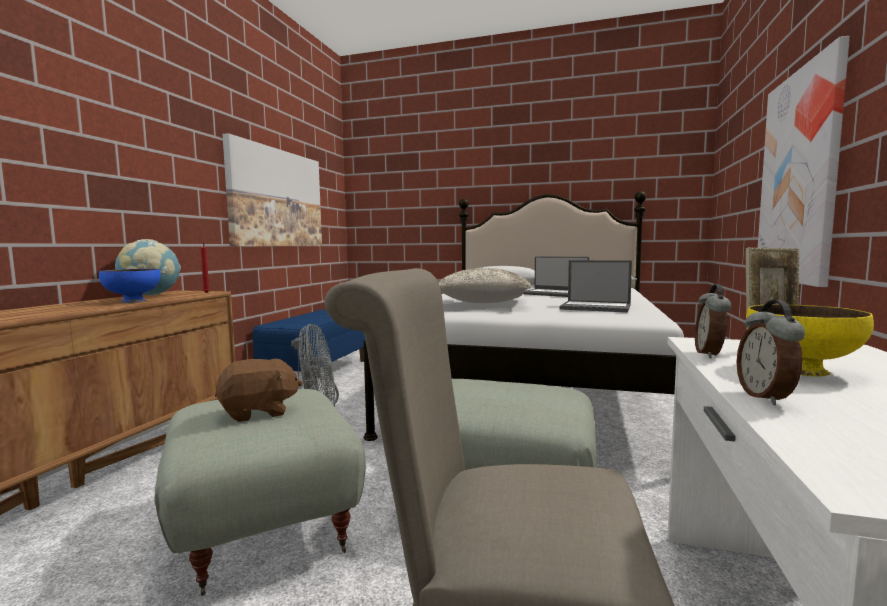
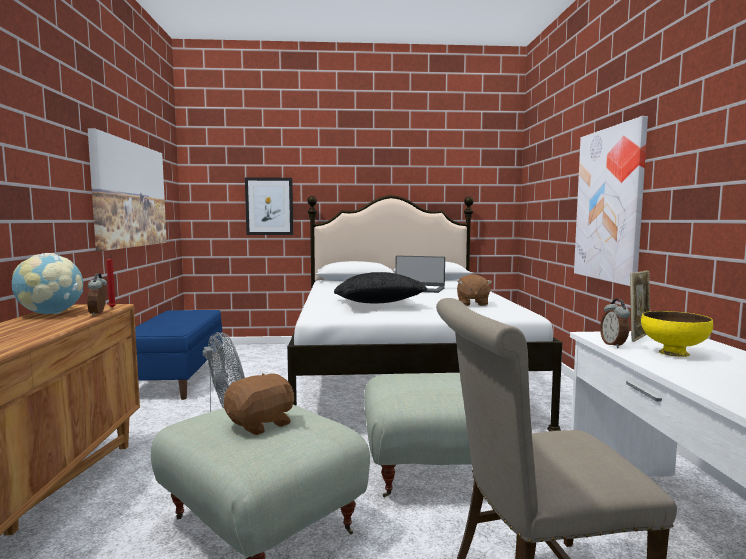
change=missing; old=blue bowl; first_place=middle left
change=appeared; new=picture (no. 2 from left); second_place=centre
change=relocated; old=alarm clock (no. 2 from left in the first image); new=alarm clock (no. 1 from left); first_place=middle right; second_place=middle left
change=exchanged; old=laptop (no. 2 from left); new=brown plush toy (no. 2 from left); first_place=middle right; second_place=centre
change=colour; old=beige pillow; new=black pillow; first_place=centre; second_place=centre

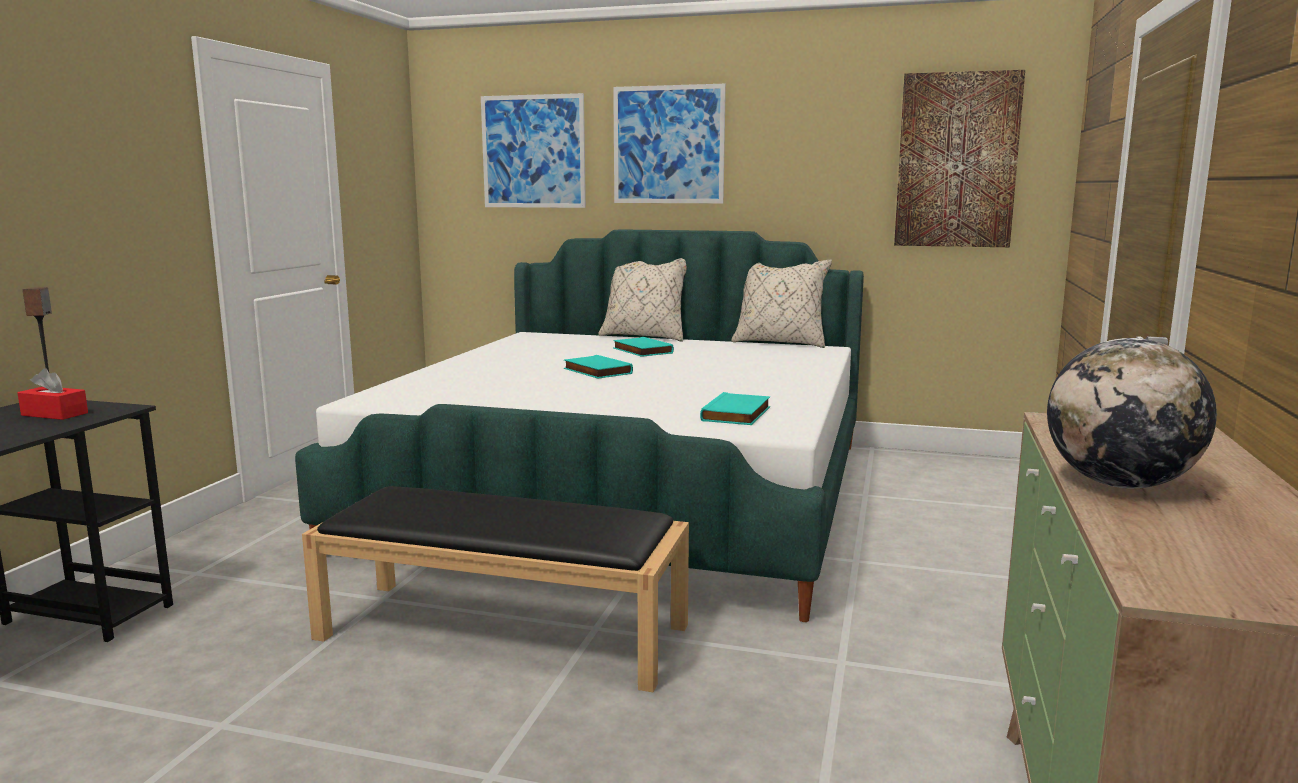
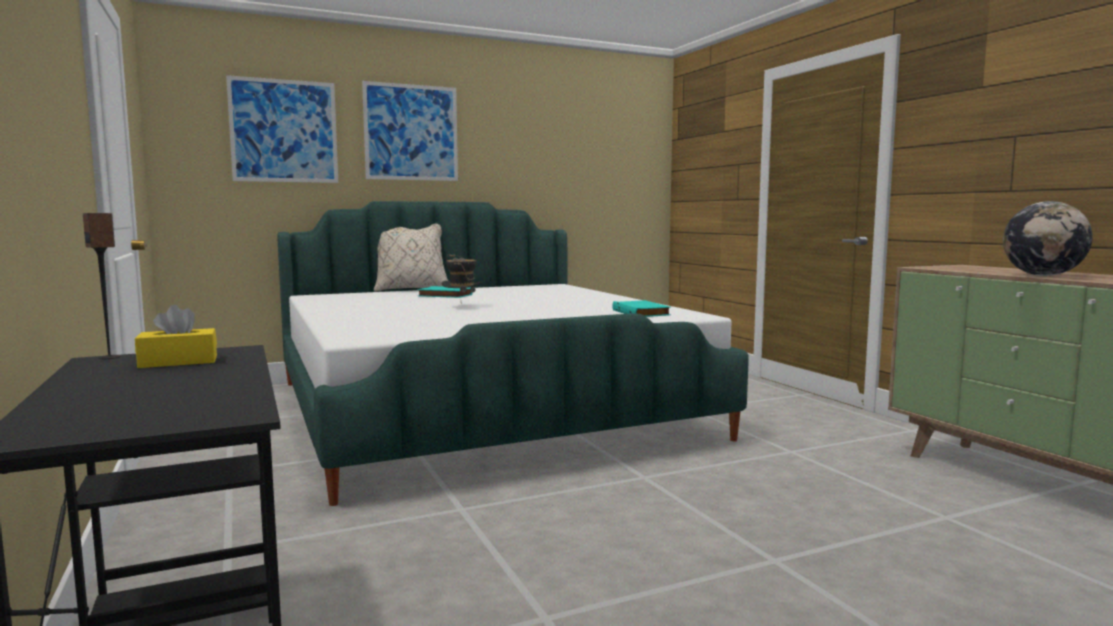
change=missing; old=black bench; first_place=bottom centre
change=missing; old=beige pillow (no. 2 from left); first_place=centre
change=missing; old=picture (no. 3 from left); first_place=top right
change=exchanged; old=turquoise book (no. 1 from left); new=hat; first_place=centre; second_place=centre
change=colour; old=red tissue box; new=yellow tissue box; first_place=middle left; second_place=middle left

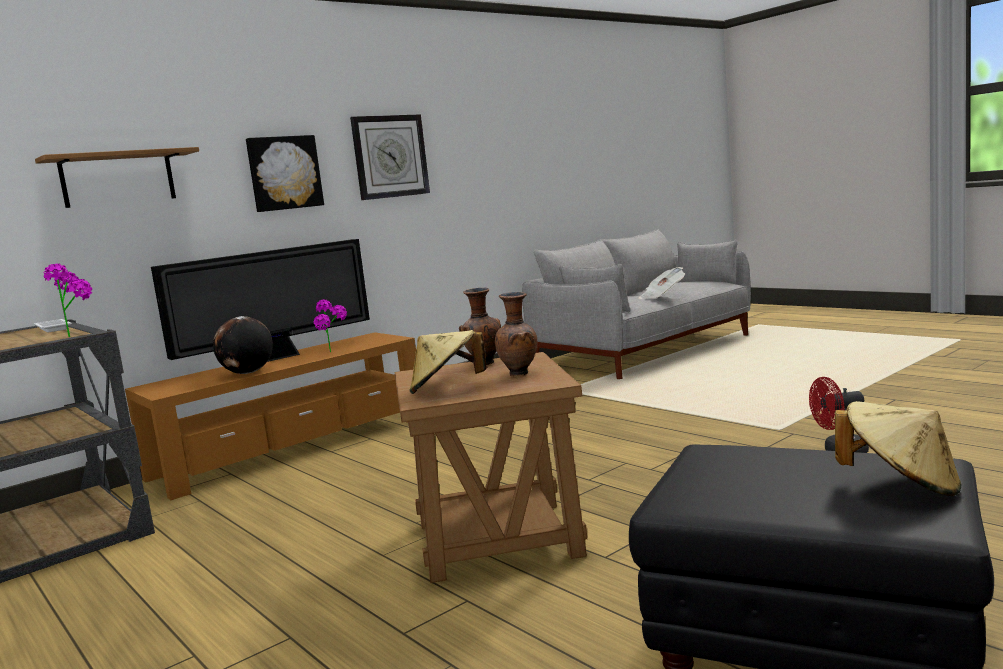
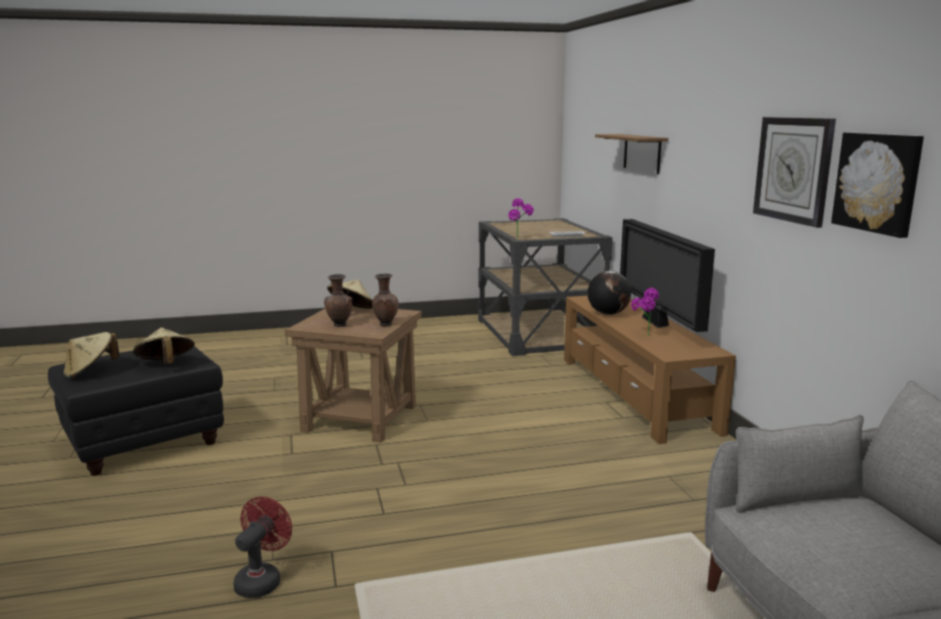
change=missing; old=newspaper; first_place=centre
change=appeared; new=beige hat (no. 2 from left); second_place=middle left
change=relocated; old=picture; first_place=top left; second_place=top right

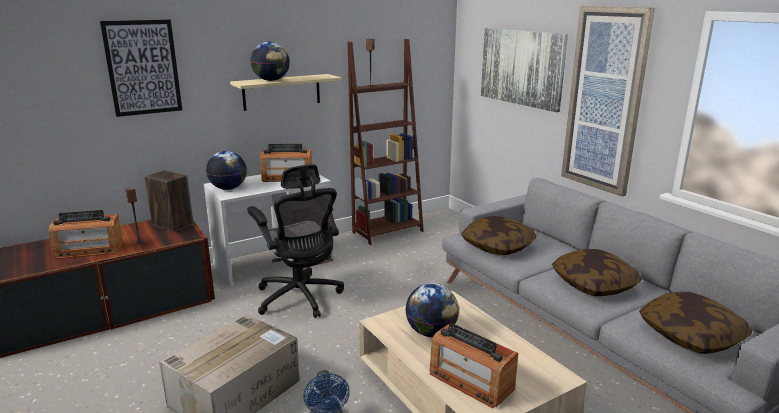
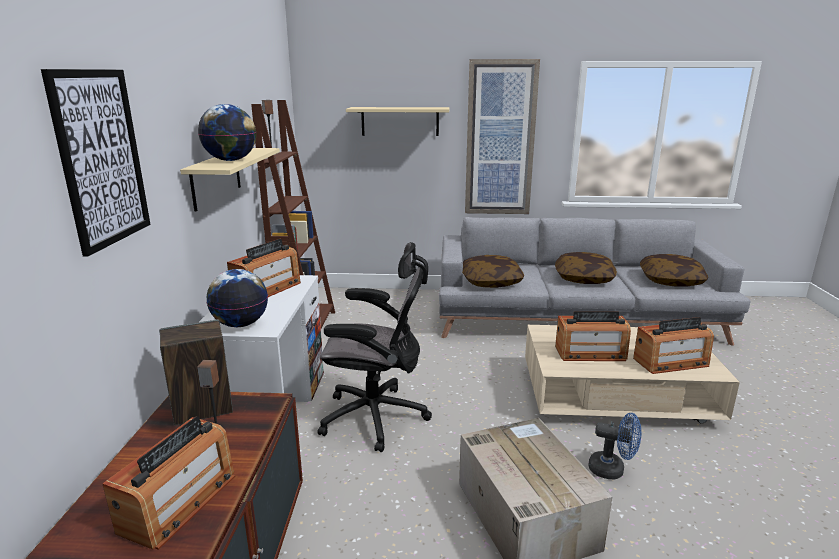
change=exchanged; old=globe (no. 3 from left); new=radio (no. 3 from left); first_place=bottom centre; second_place=middle right
change=exchanged; old=picture (no. 2 from left); new=beige shelf (no. 2 from left); first_place=top right; second_place=top centre

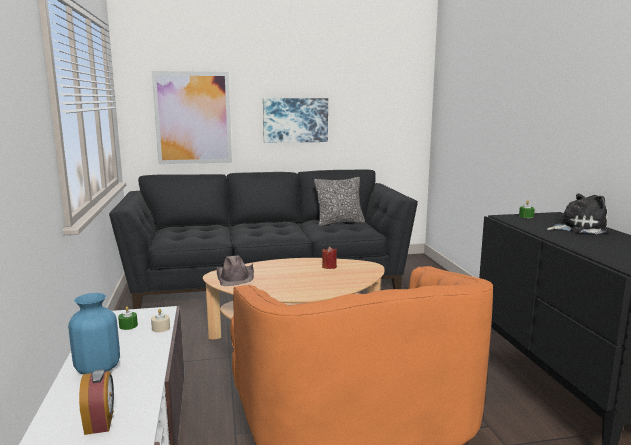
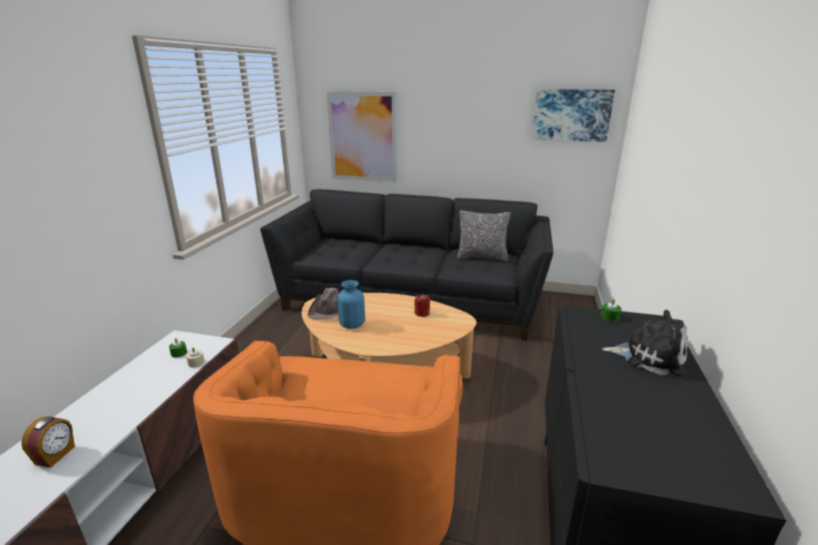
change=relocated; old=blue vase; first_place=bottom left; second_place=centre
change=relocated; old=picture (no. 2 from left); first_place=top centre; second_place=top right

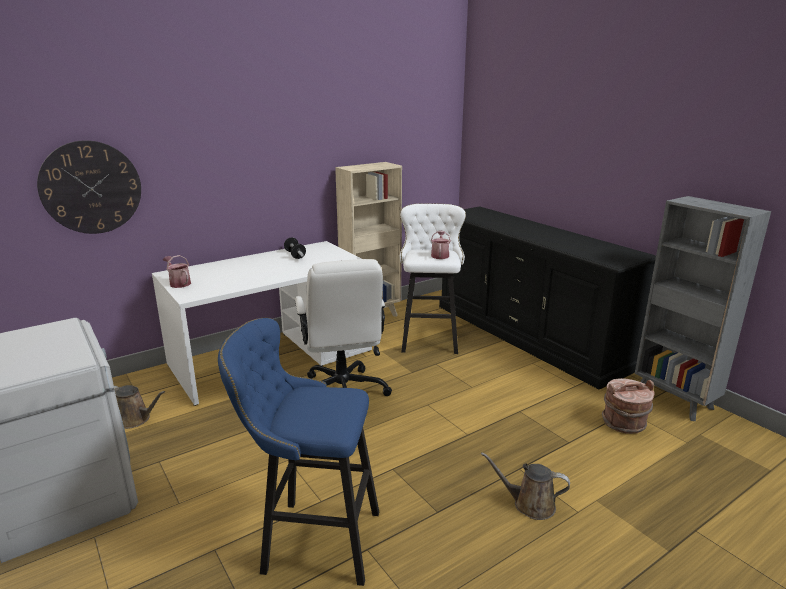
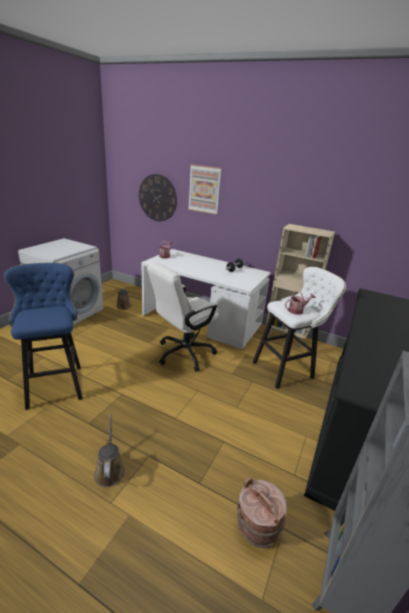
change=appeared; new=picture; second_place=top centre

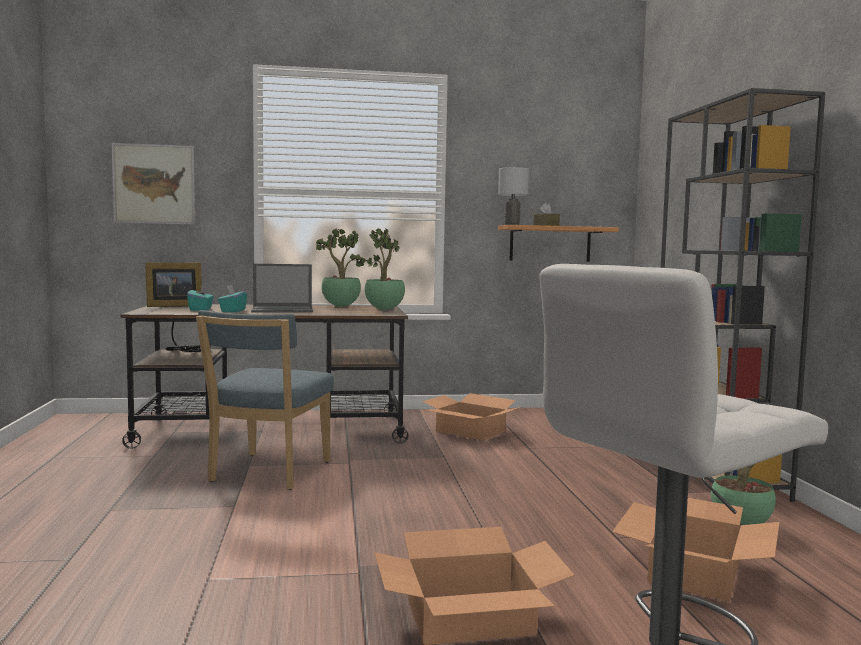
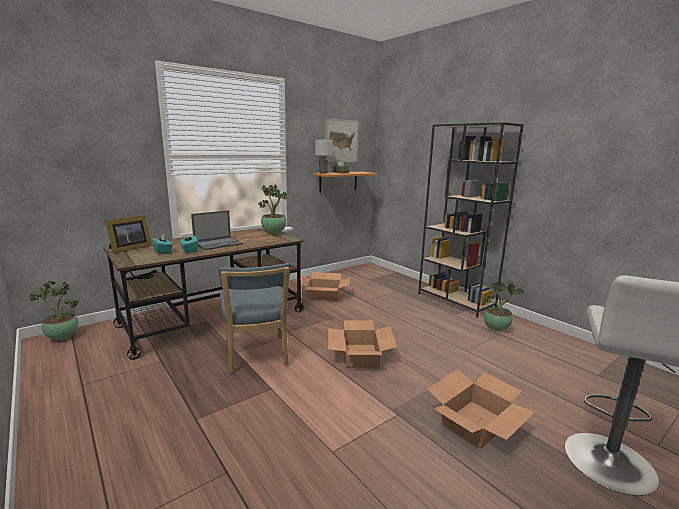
change=relocated; old=picture; first_place=top left; second_place=top centre
change=relocated; old=potted plant (no. 1 from left); first_place=centre; second_place=middle left
change=relocated; old=cardboard box (no. 3 from left in the first image); new=cardboard box (no. 2 from left); first_place=bottom right; second_place=bottom centre

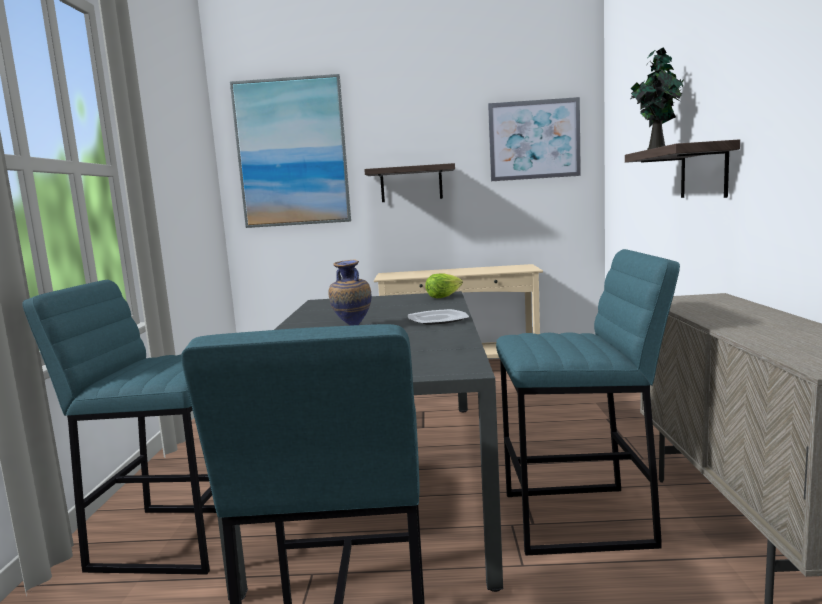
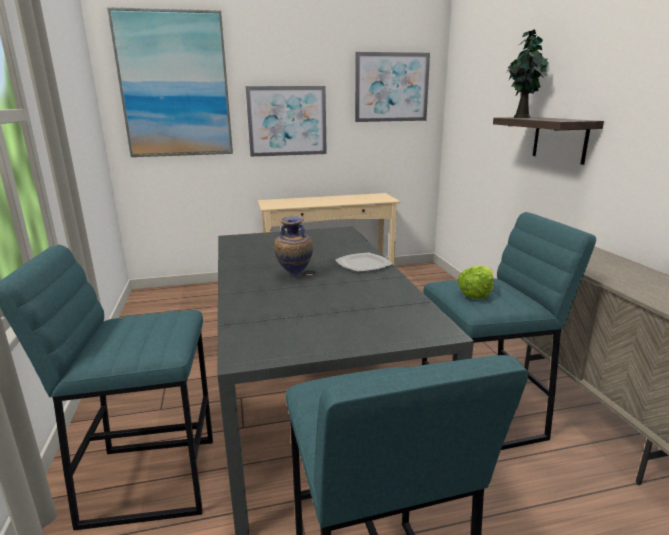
change=relocated; old=lettuce; first_place=centre; second_place=middle right
change=exchanged; old=shelf (no. 1 from left); new=picture (no. 2 from left); first_place=top centre; second_place=top centre

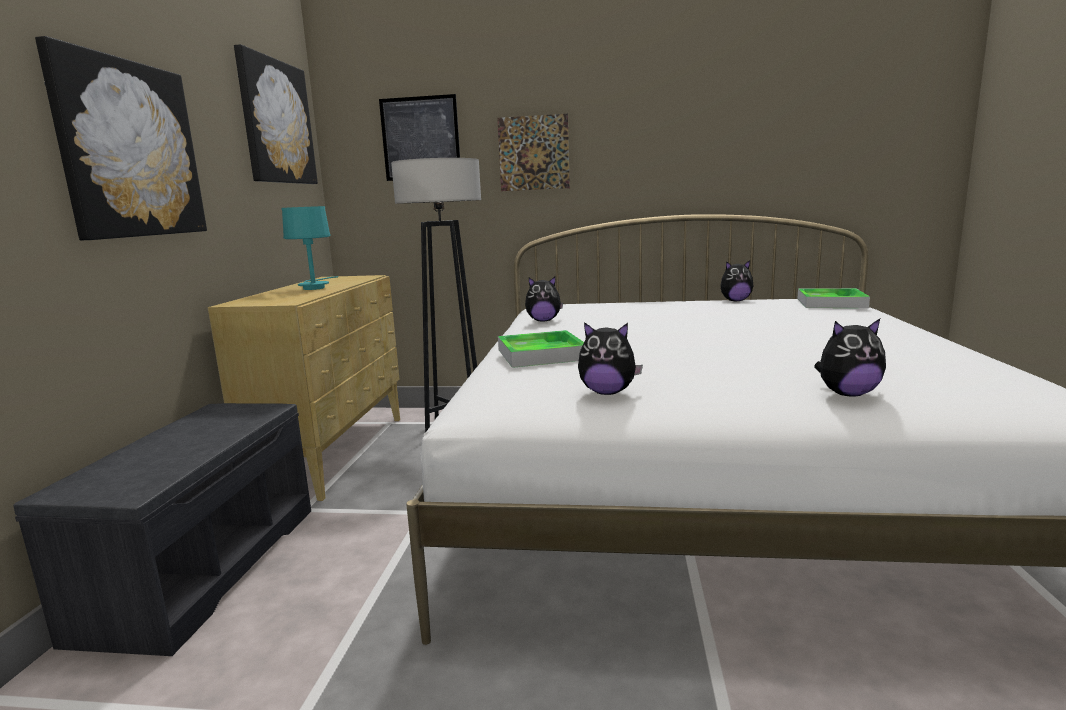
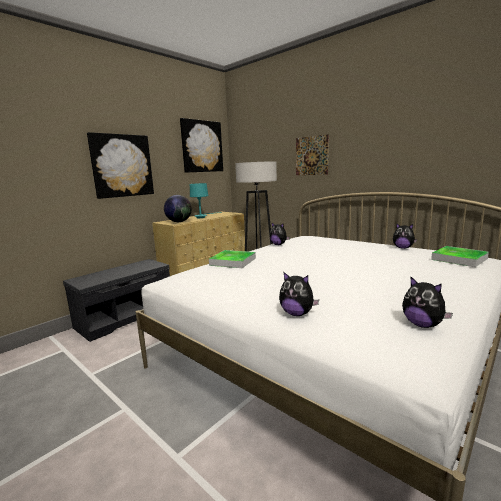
change=missing; old=picture (no. 3 from left); first_place=top centre
change=appeared; new=globe; second_place=centre
change=relocated; old=plush toy (no. 2 from left in the first image); new=plush toy (no. 4 from left); first_place=centre; second_place=middle right

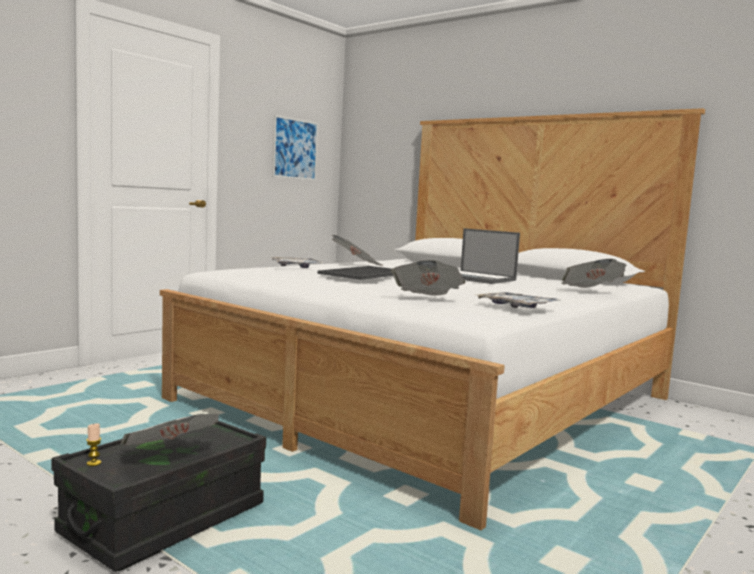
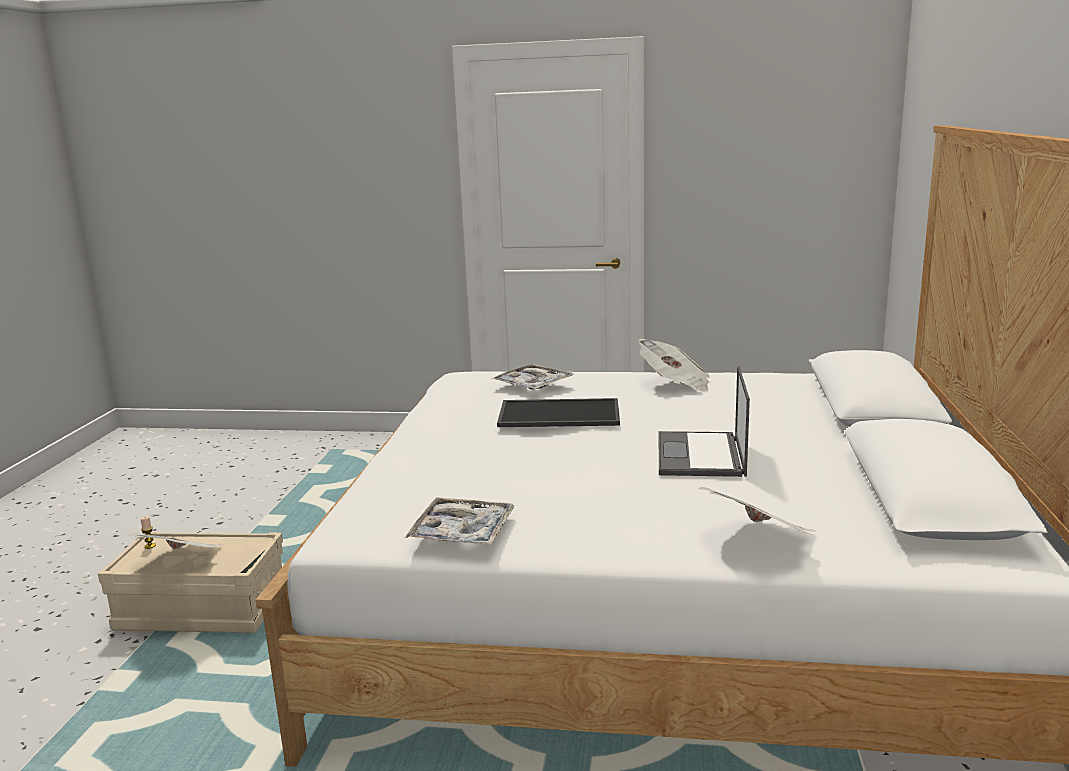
change=missing; old=picture; first_place=top centre
change=missing; old=newspaper (no. 3 from left); first_place=centre
change=colour; old=black storage box; new=beige storage box; first_place=bottom left; second_place=bottom left

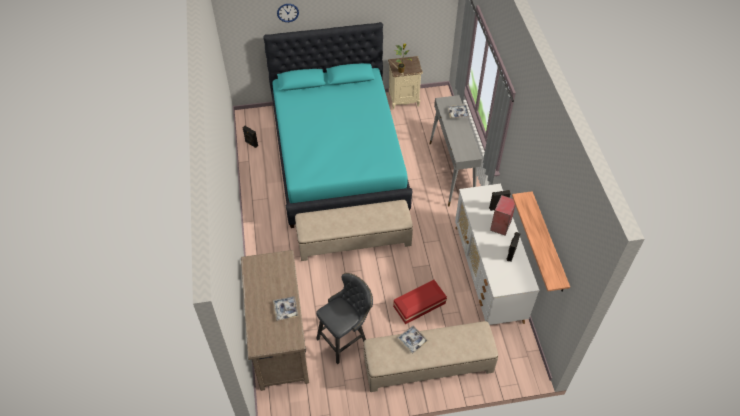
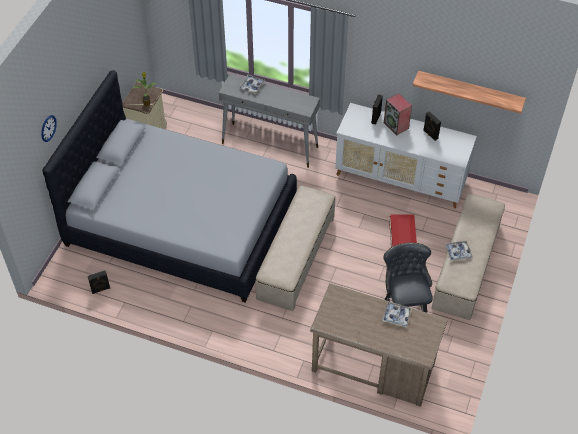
change=colour; old=turquoise bed; new=grey bed; first_place=top centre; second_place=middle left

